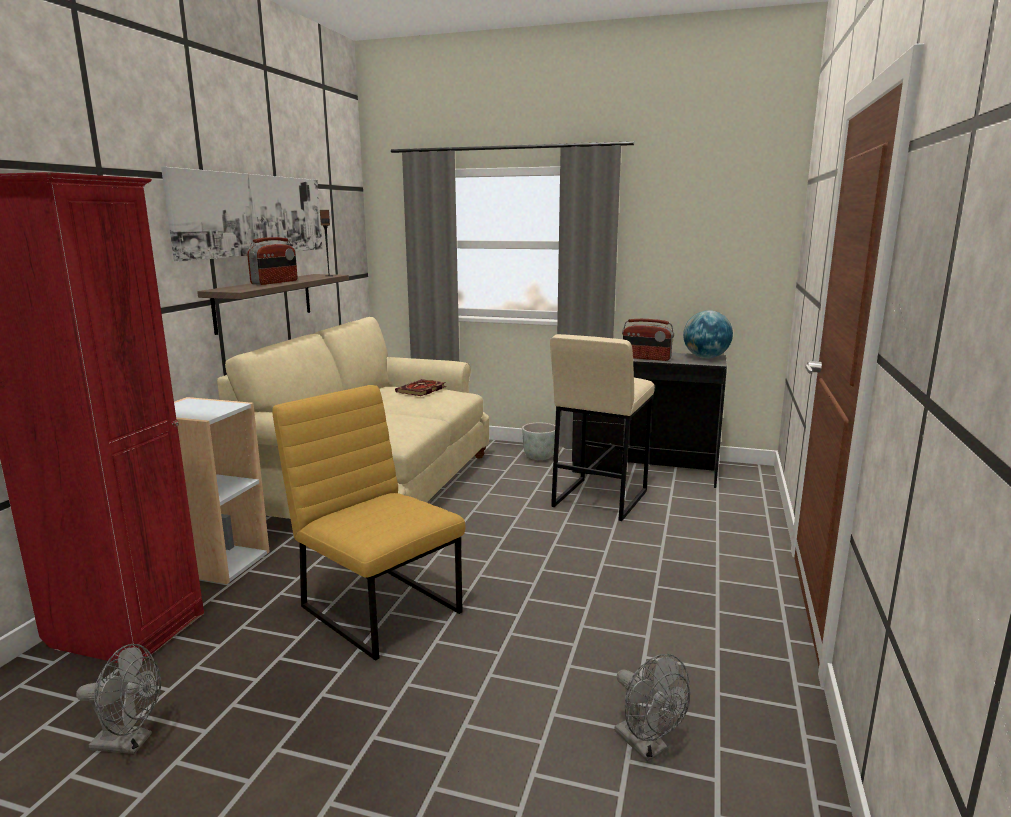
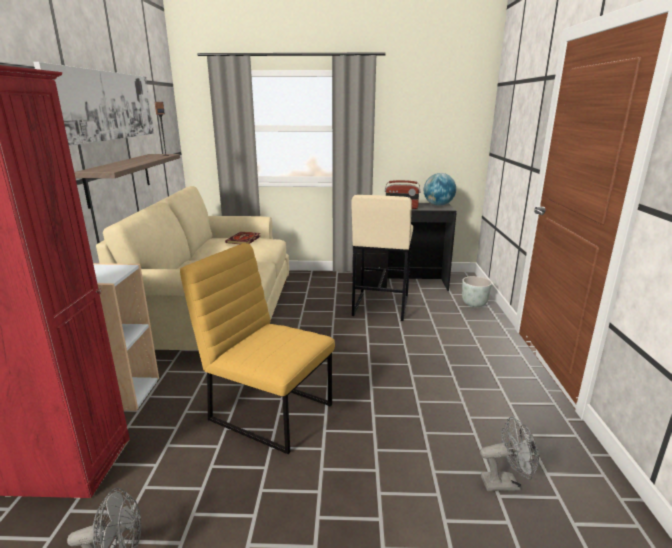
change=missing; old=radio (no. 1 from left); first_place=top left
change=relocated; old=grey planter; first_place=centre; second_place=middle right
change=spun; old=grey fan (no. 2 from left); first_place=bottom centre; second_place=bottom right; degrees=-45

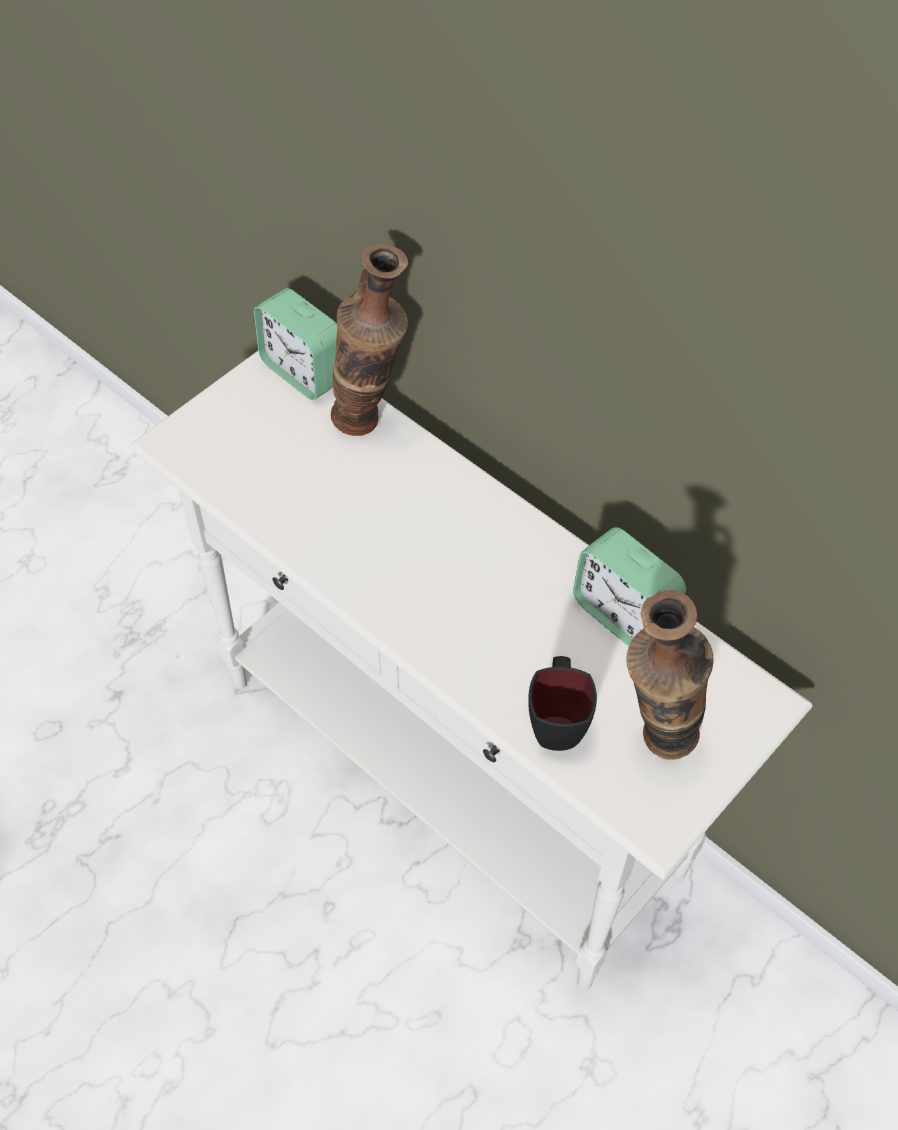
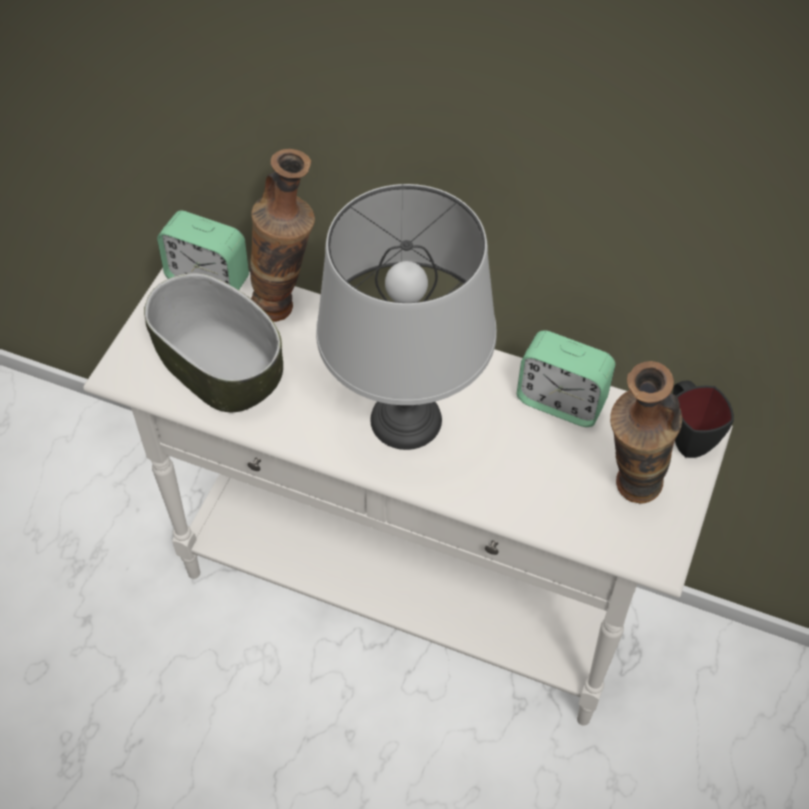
change=appeared; new=bowl; second_place=middle left
change=appeared; new=grey table lamp; second_place=centre
change=relocated; old=black mug; first_place=centre; second_place=middle right

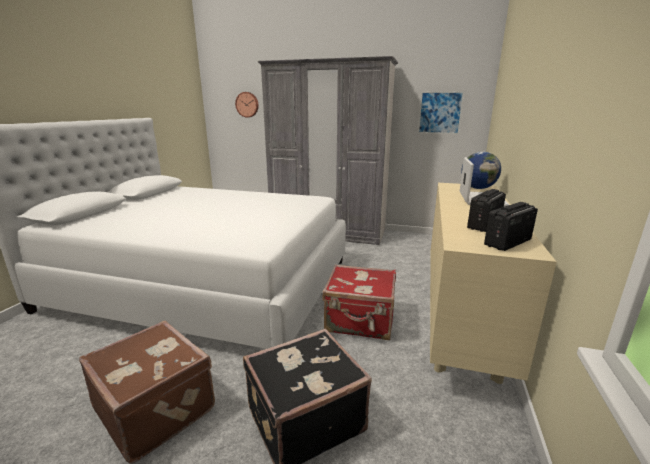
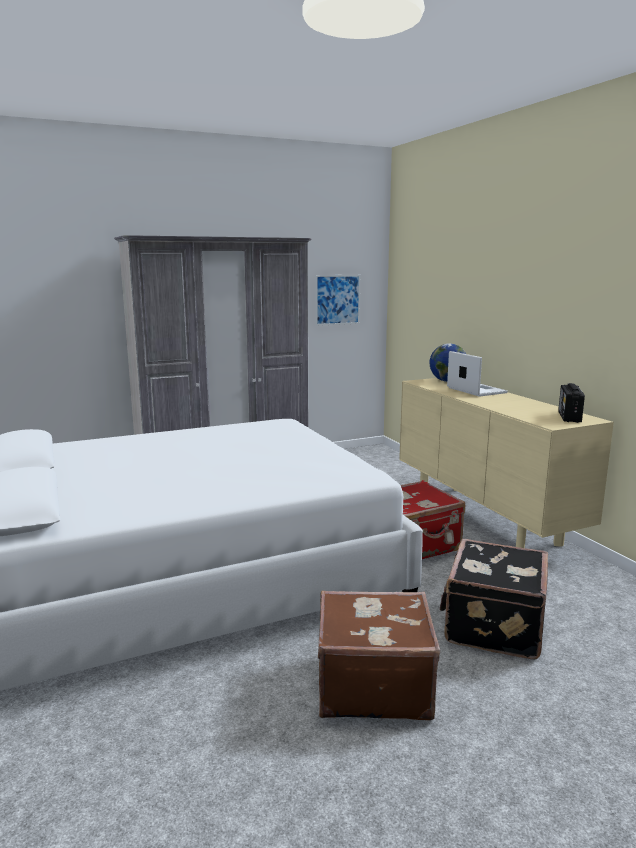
change=missing; old=wall clock; first_place=top centre
change=missing; old=radio (no. 1 from left); first_place=middle right

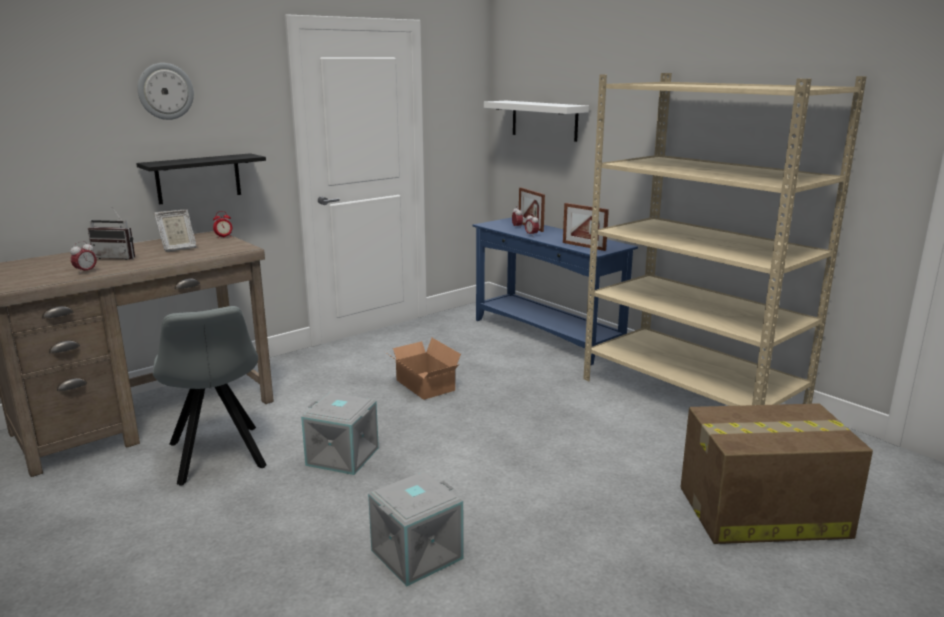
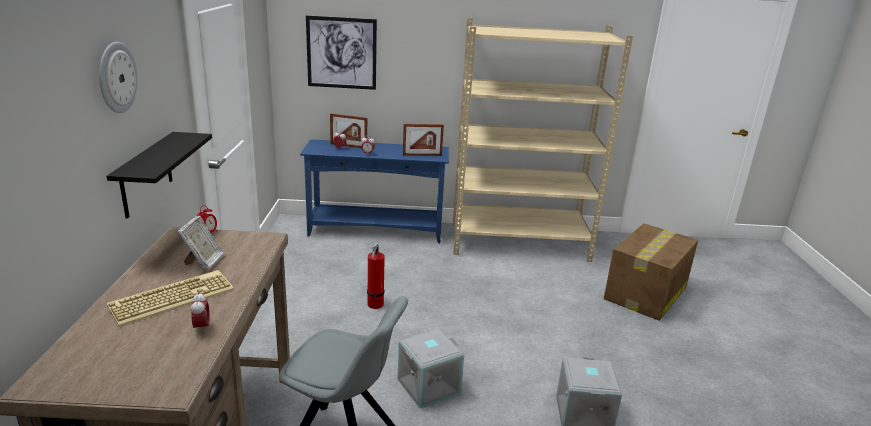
change=exchanged; old=radio; new=keyboard; first_place=middle left; second_place=bottom left
change=exchanged; old=cardboard box (no. 1 from left); new=fire extinguisher; first_place=centre; second_place=centre
change=exchanged; old=white shelf; new=picture; first_place=top centre; second_place=top centre

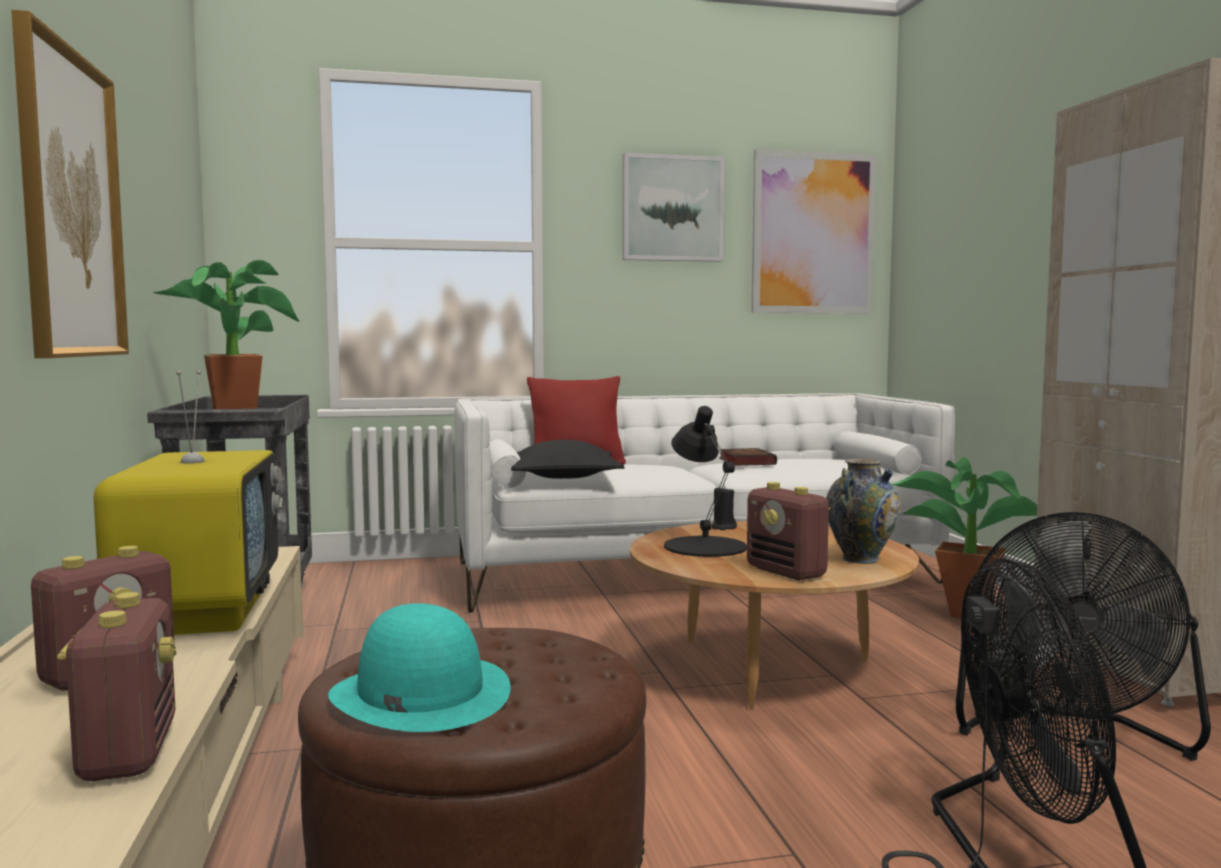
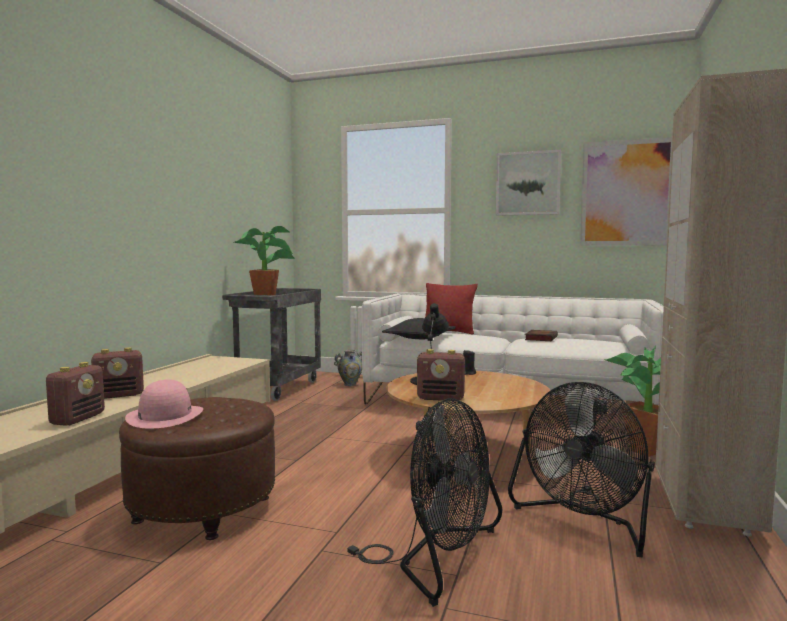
change=missing; old=picture (no. 1 from left); first_place=top left
change=missing; old=television; first_place=middle left
change=relocated; old=vase; first_place=middle right; second_place=centre
change=colour; old=turquoise hat; new=pink hat; first_place=bottom centre; second_place=middle left
change=spun; old=radio (no. 3 from left); first_place=centre; second_place=centre; degrees=-75

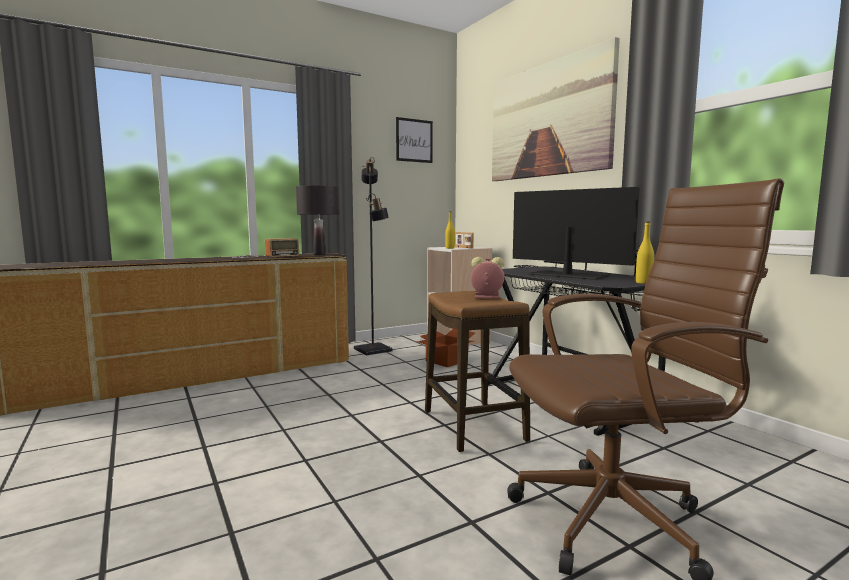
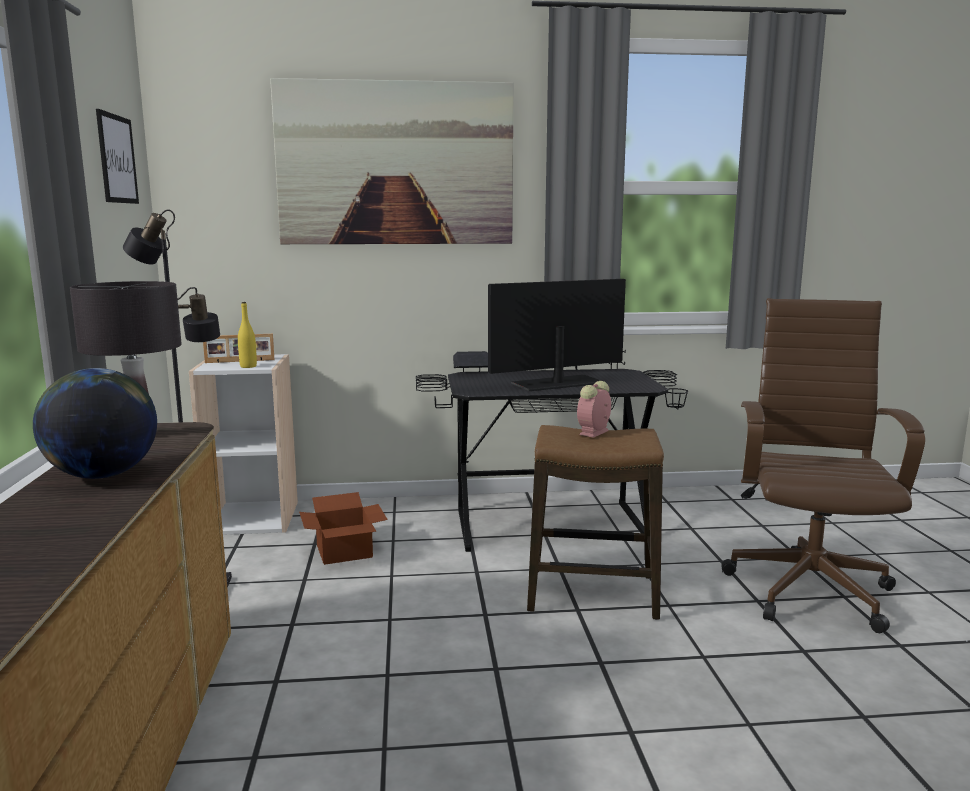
change=missing; old=yellow bottle (no. 2 from left); first_place=middle right
change=exchanged; old=radio; new=globe; first_place=middle left; second_place=middle left

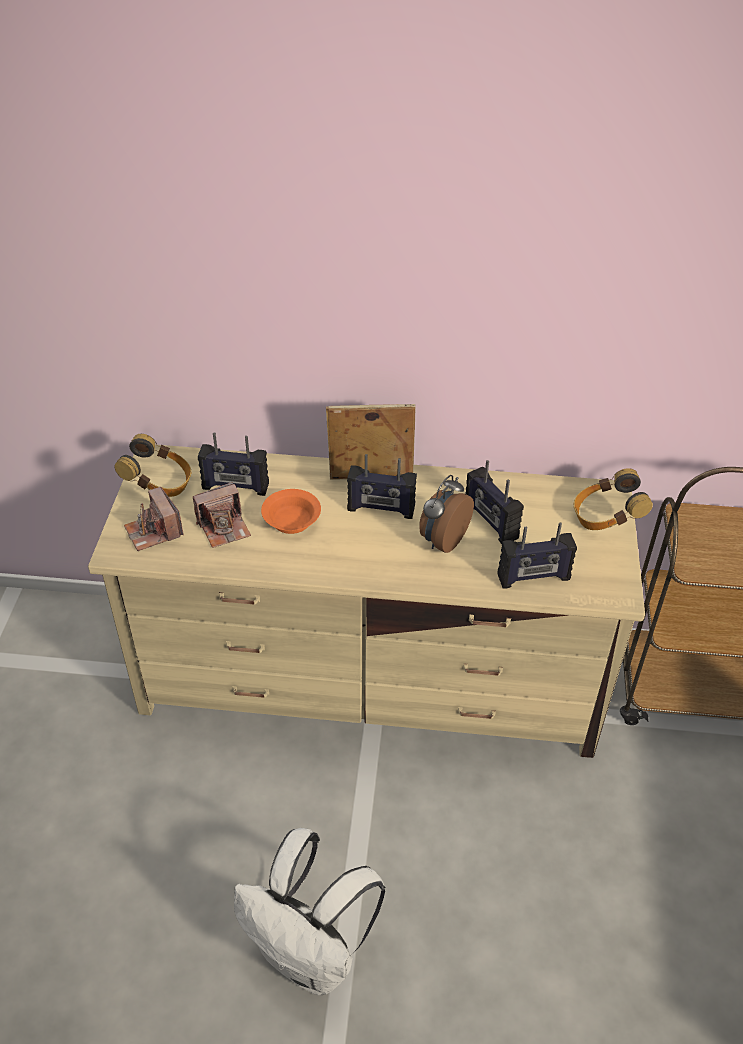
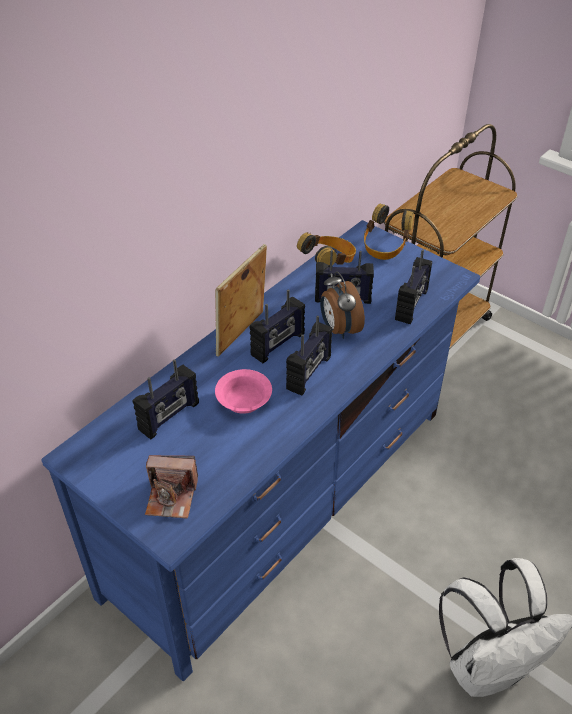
change=missing; old=photo camera (no. 2 from left); first_place=middle left
change=appeared; new=radio (no. 3 from left); second_place=centre
change=relocated; old=headphones (no. 1 from left); first_place=middle left; second_place=centre
change=colour; old=beige dresser; new=blue dresser; first_place=centre; second_place=centre
change=colour; old=orange bowl; new=pink bowl; first_place=centre; second_place=centre

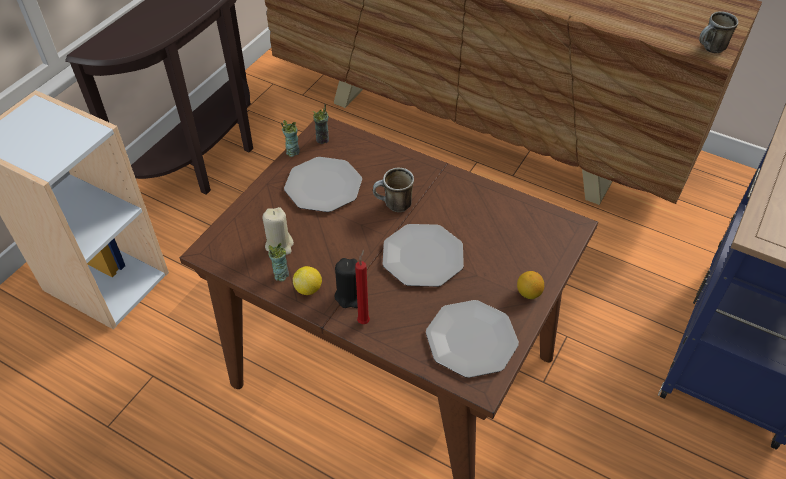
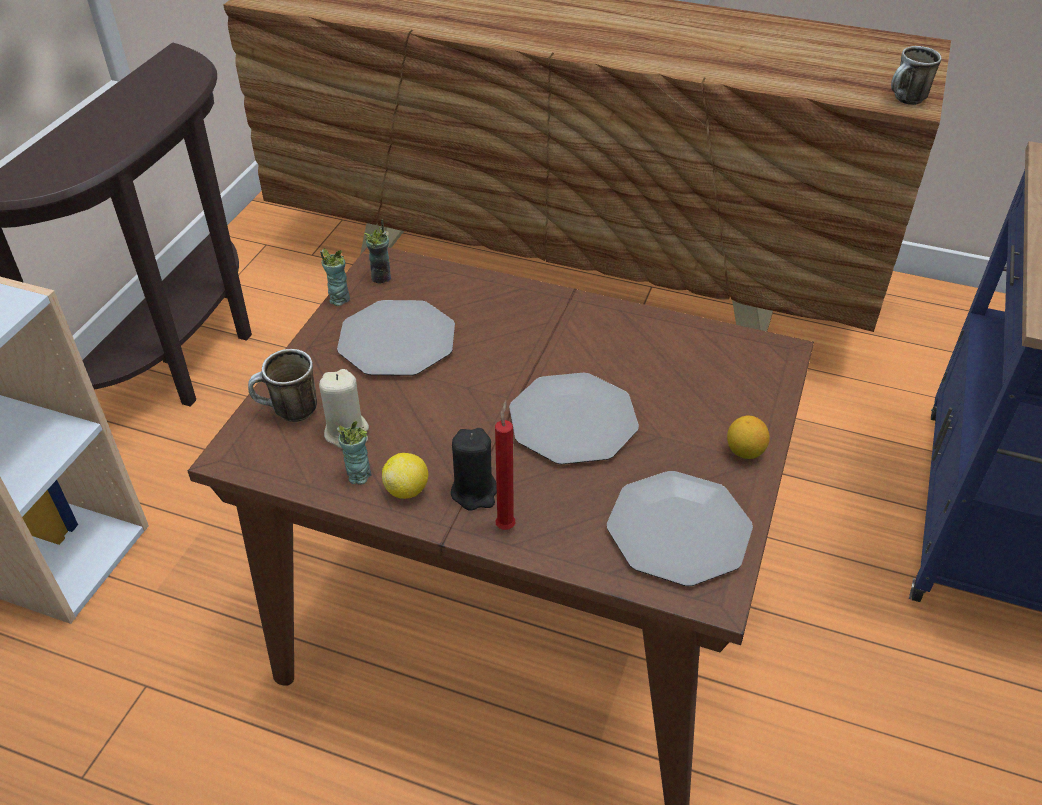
change=relocated; old=mug (no. 1 from left); first_place=centre; second_place=middle left

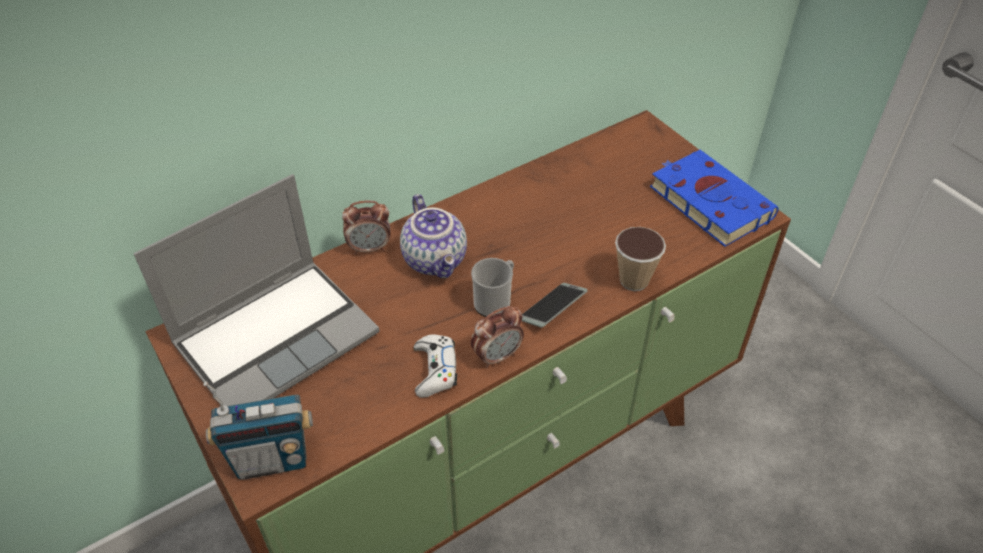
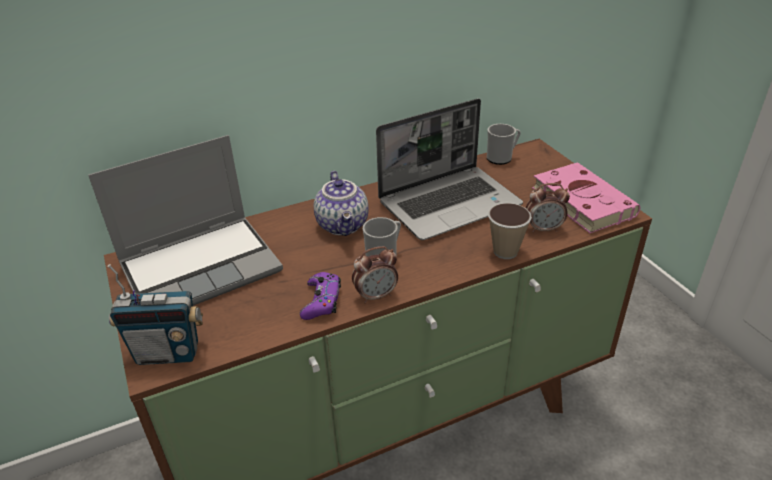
change=missing; old=phone; first_place=centre
change=appeared; new=laptop (no. 2 from left); second_place=centre
change=appeared; new=mug (no. 2 from left); second_place=top centre
change=relocated; old=alarm clock (no. 1 from left in the first image); new=alarm clock (no. 2 from left); first_place=centre; second_place=middle right
change=colour; old=white game controller; new=purple game controller; first_place=centre; second_place=centre
change=colour; old=blue book; new=pink book; first_place=middle right; second_place=middle right

